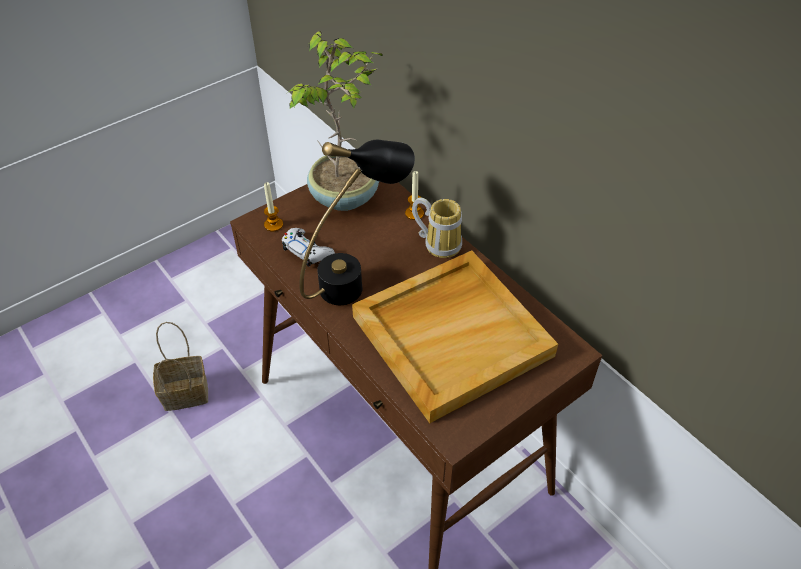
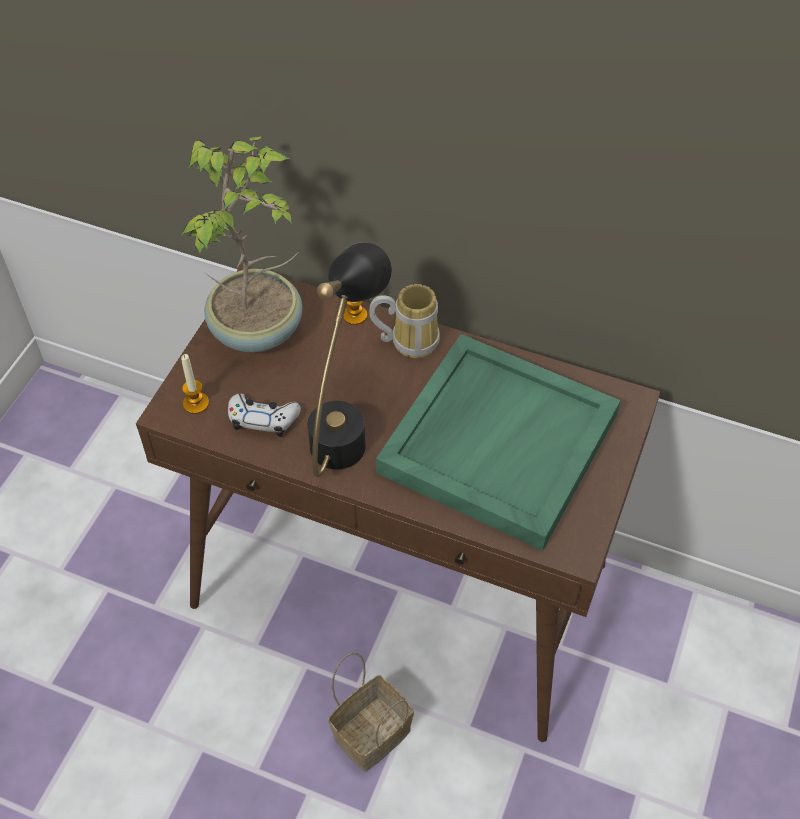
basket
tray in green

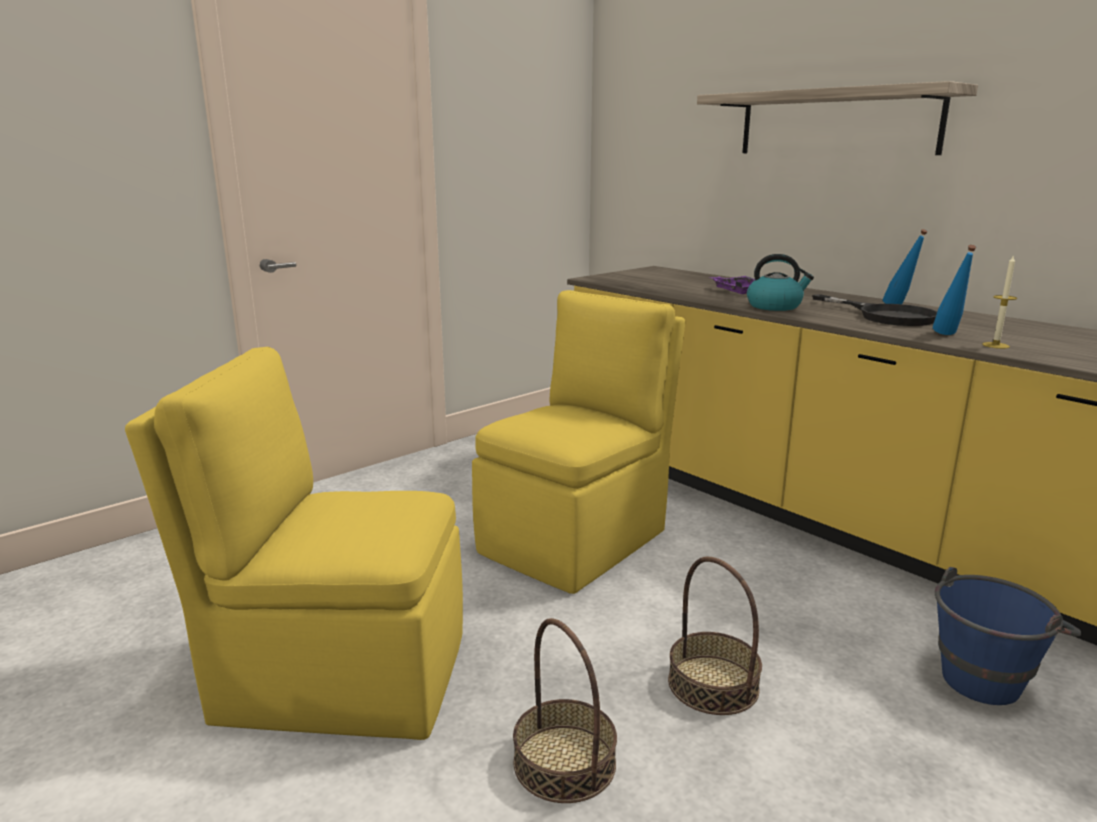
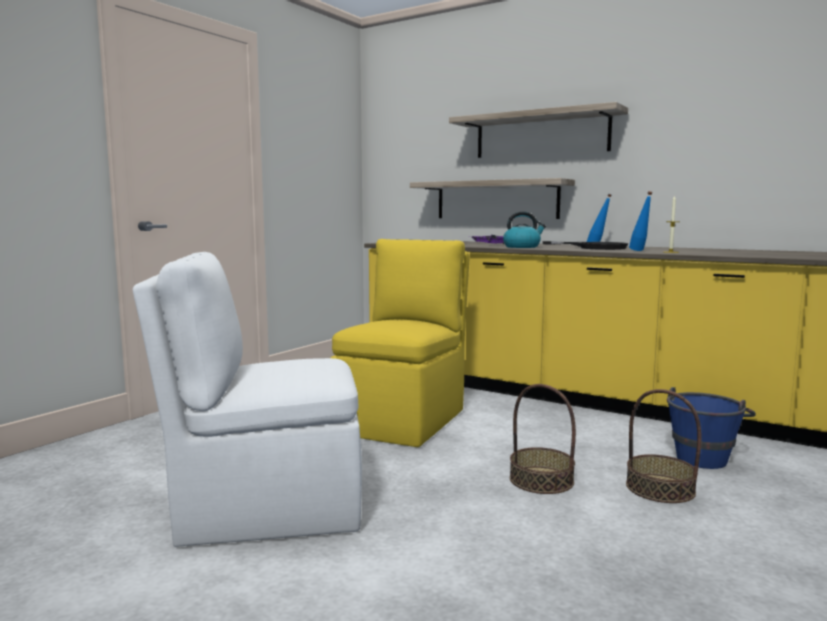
shelf (1st from left)
basket (2nd from left)
chair in white

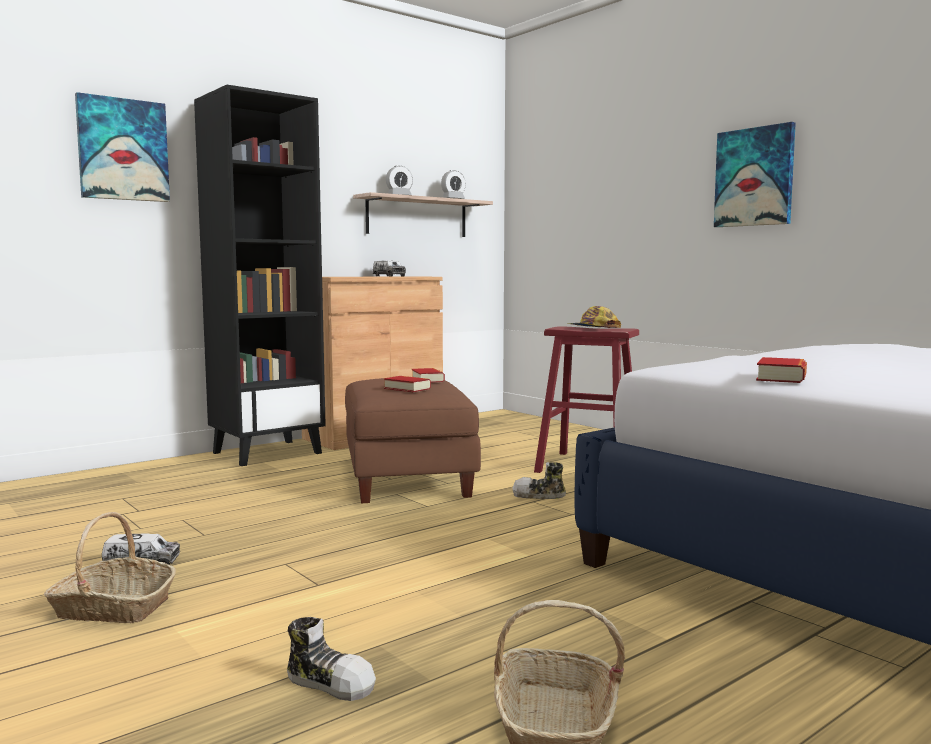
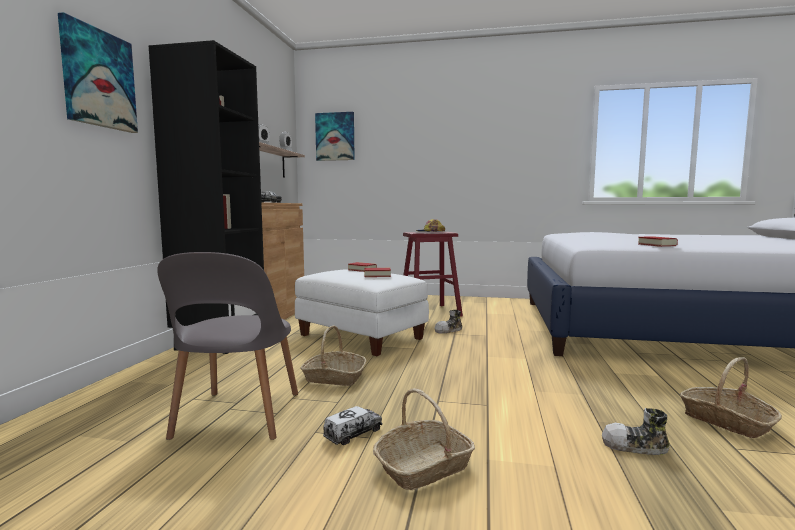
chair in grey
basket (1st from left)
picture (2nd from left)
ottoman in white
shoe (2nd from left)

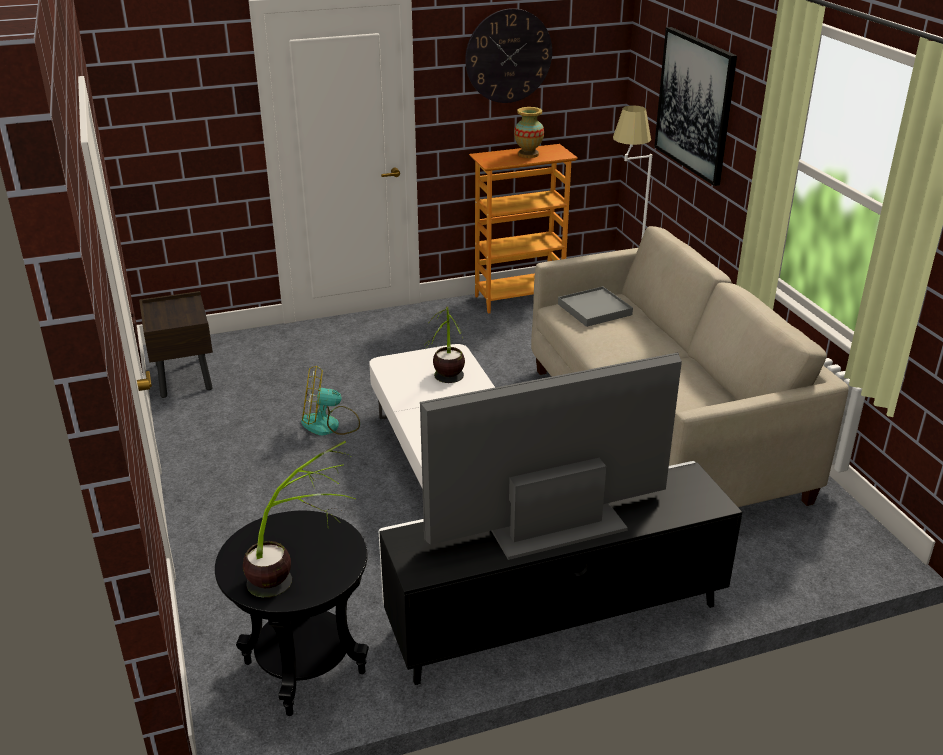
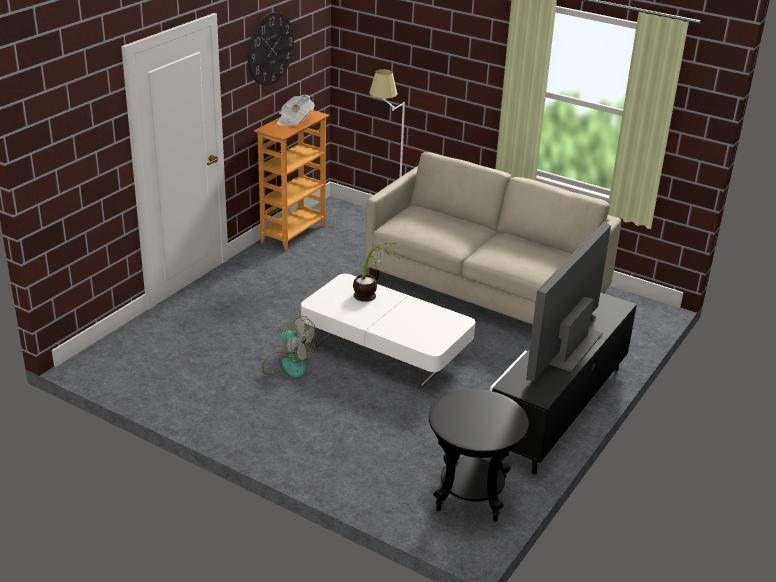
nightstand in brown
potted plant (1st from left in the first image)
tray in grey
picture
newspaper
fan

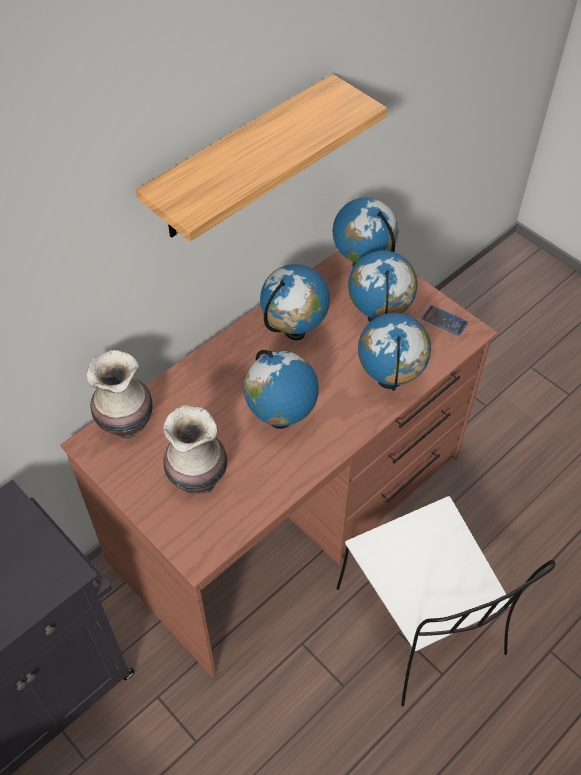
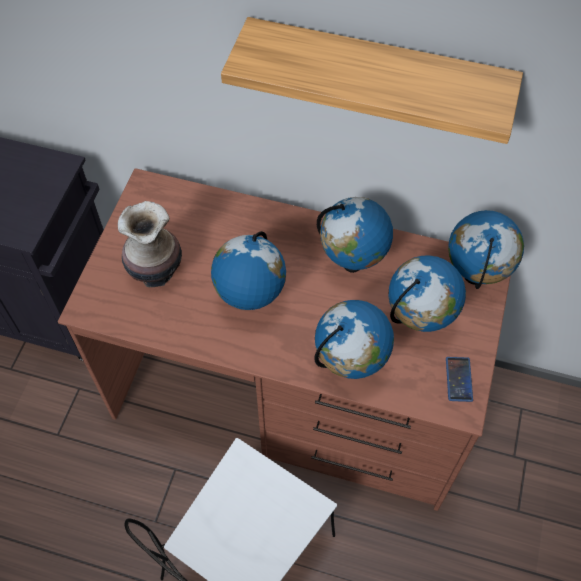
vase (1st from left in the first image)

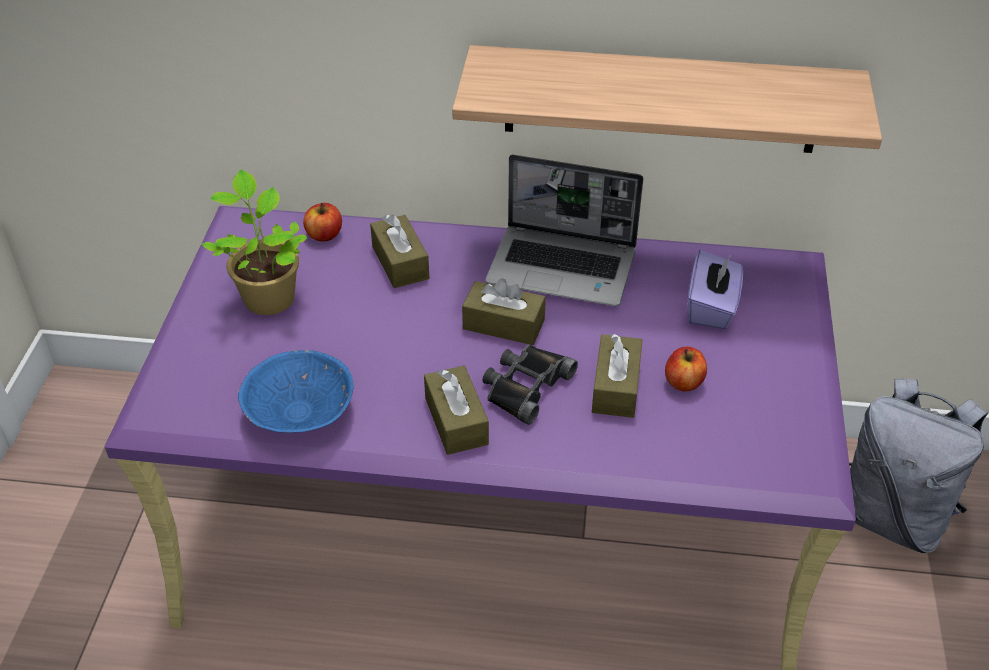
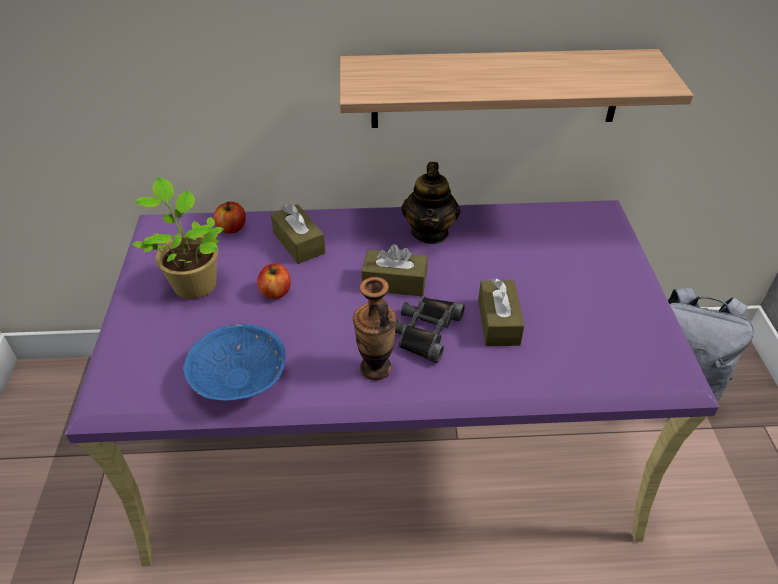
tissue box in purple
apple (2nd from left)
vase
teapot

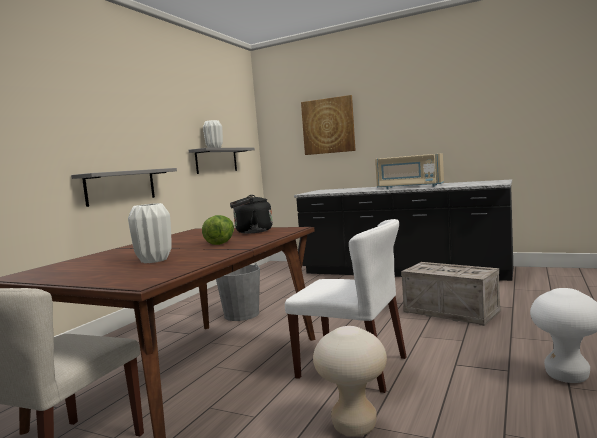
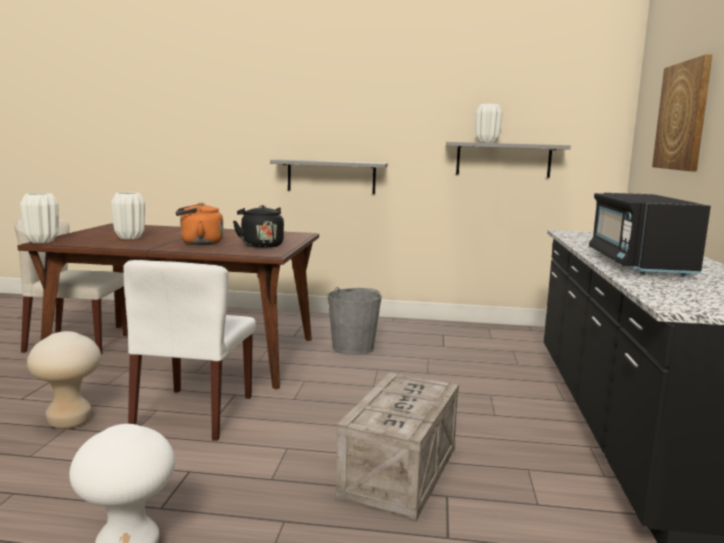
vase in white (1st from left)
kettle in orange
microwave in black

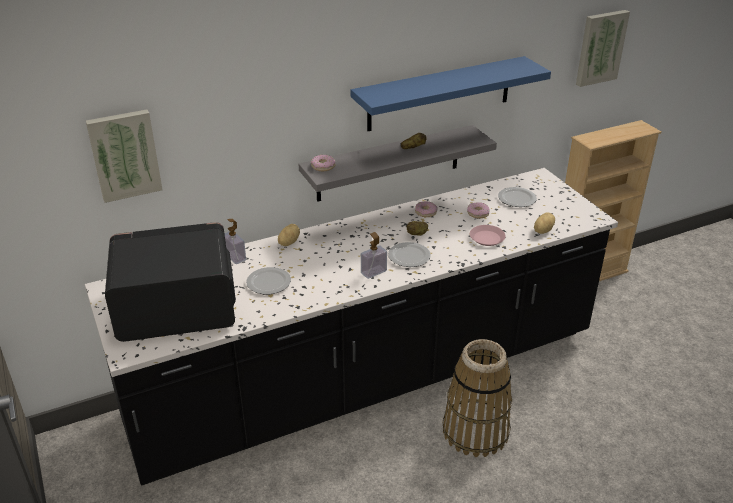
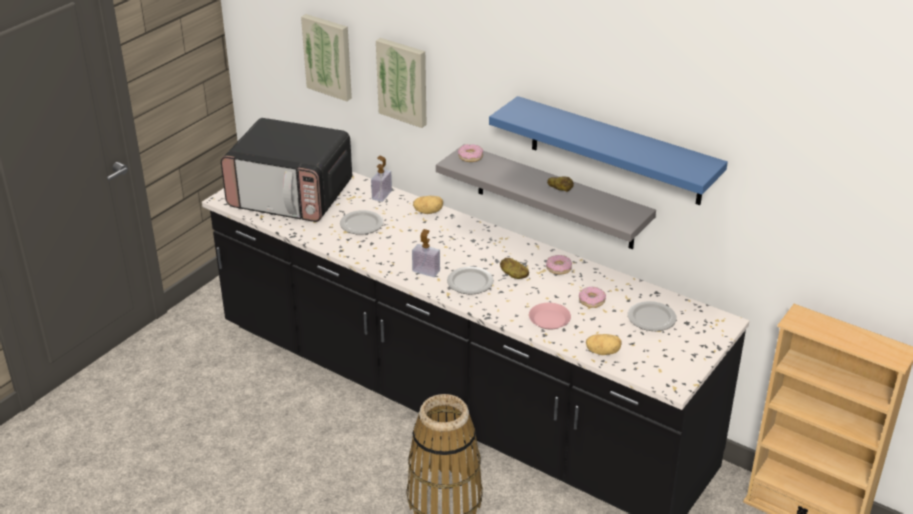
picture (2nd from left)
microwave

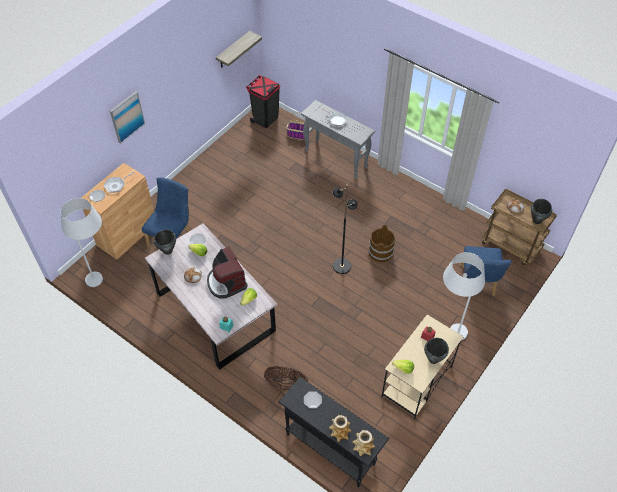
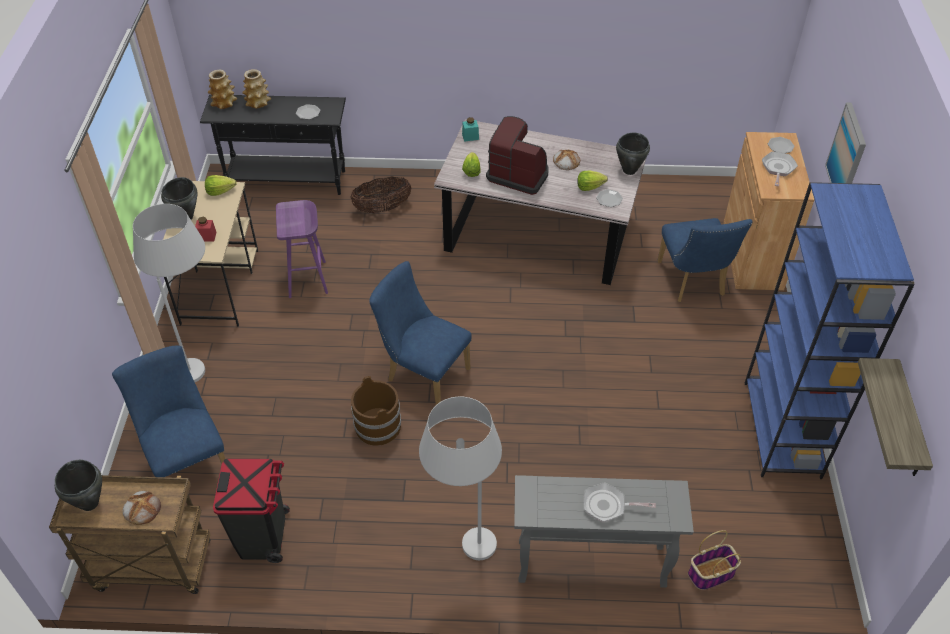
stool in purple
bookcase in blue
floor lamp in white (2nd from left)
trash can in black
chair in blue (2nd from left)

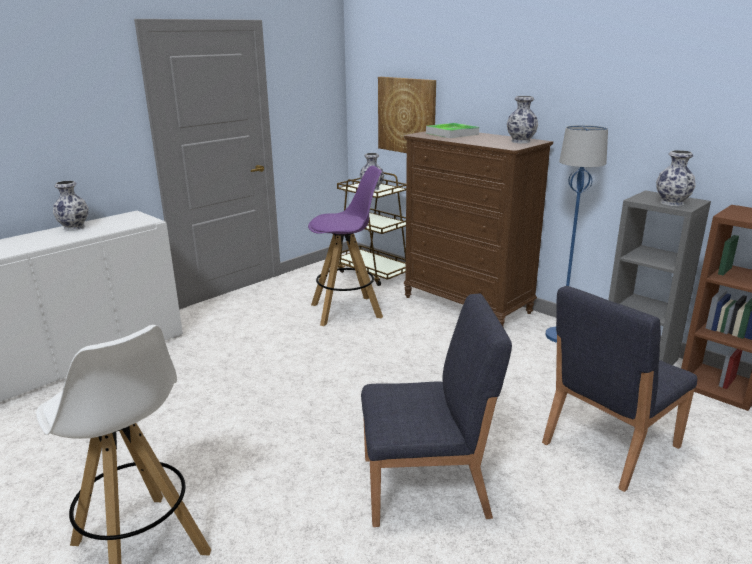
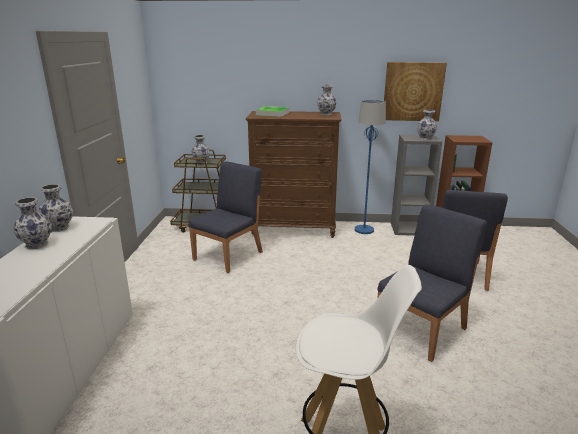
vase (2nd from left)
picture
chair in blue (1st from left)

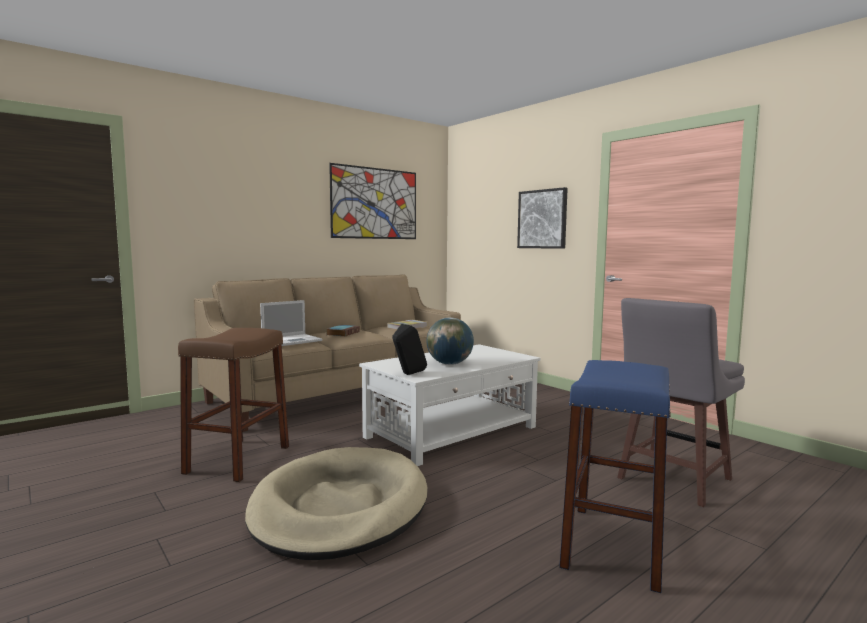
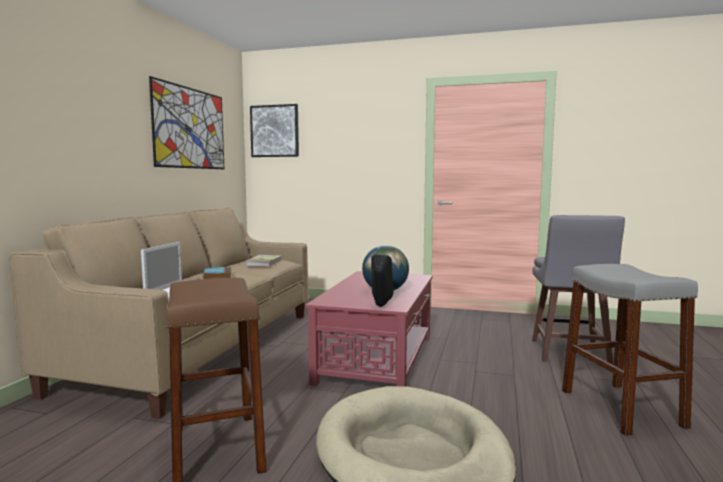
picture (2nd from left)
coffee table in red
stool in grey (2nd from left)

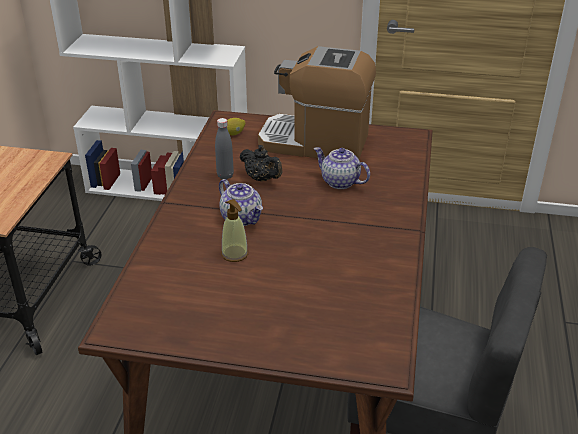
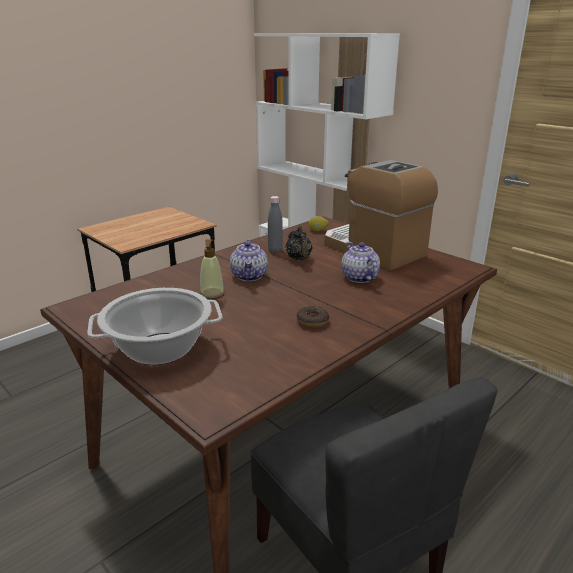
cooking pot
donut

